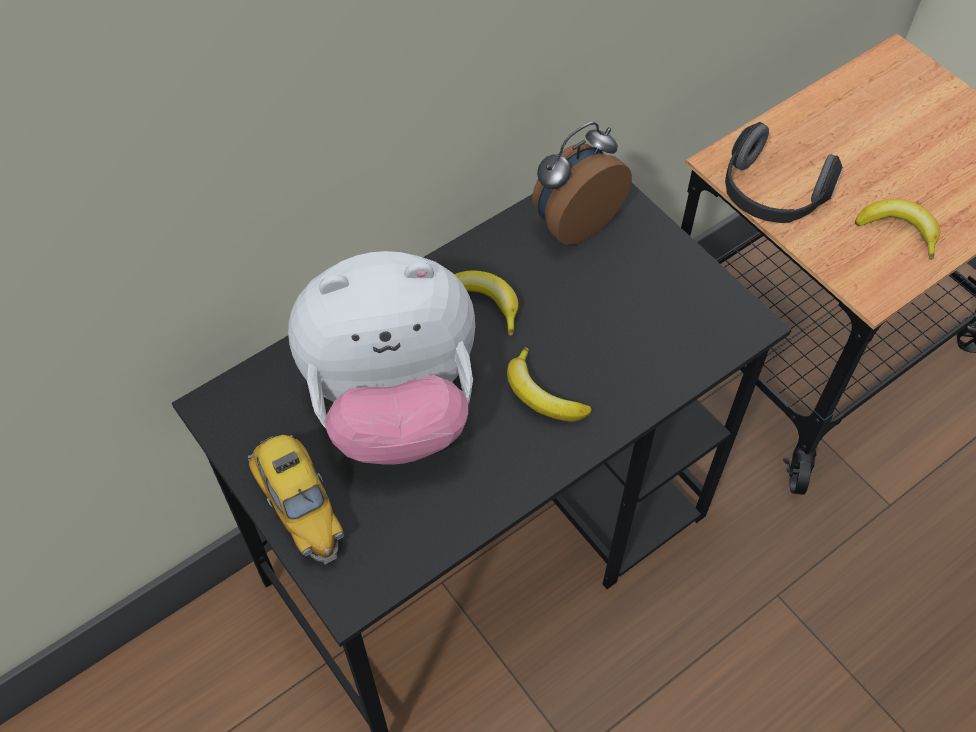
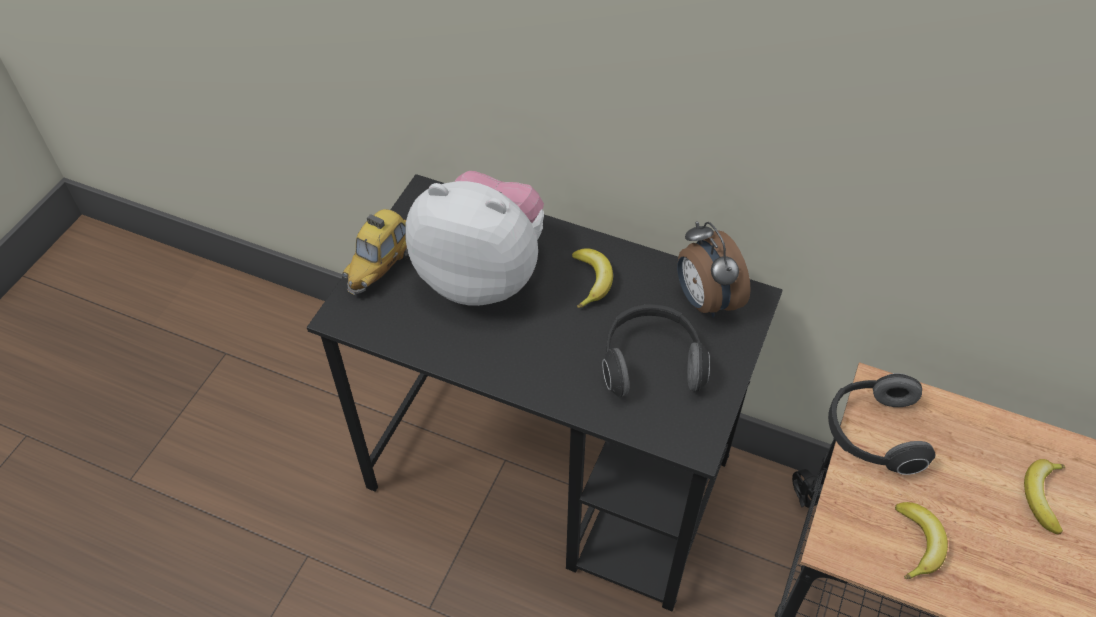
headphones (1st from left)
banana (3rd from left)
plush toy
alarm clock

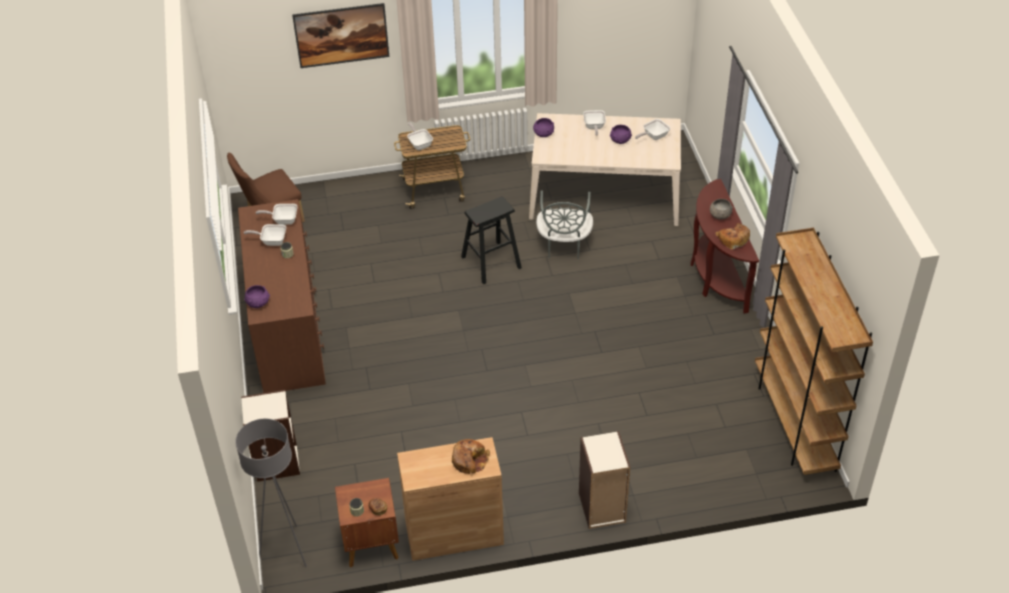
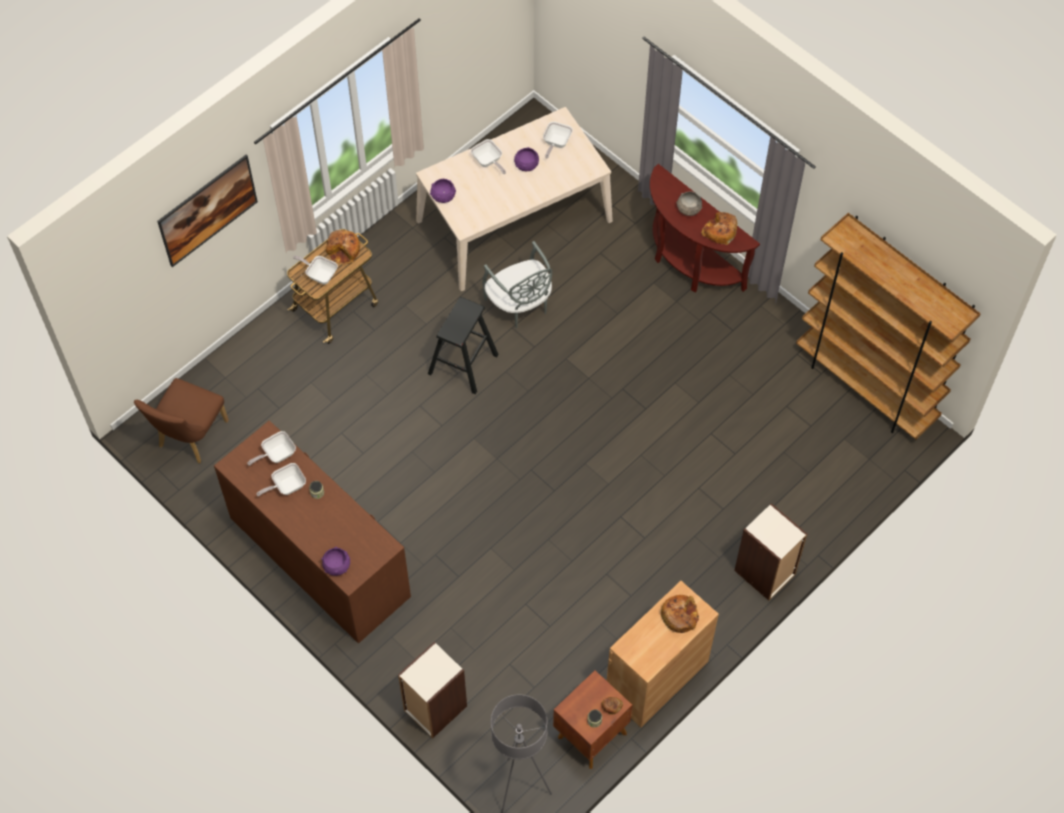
bread (1st from left)

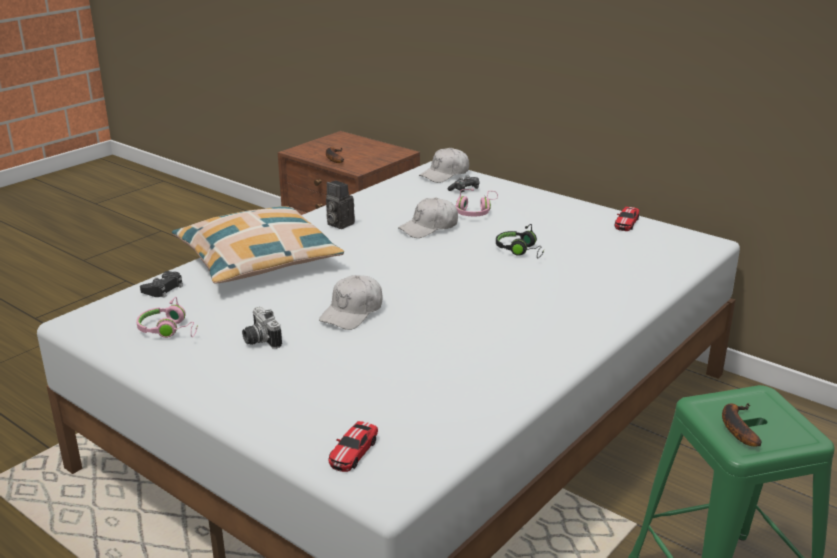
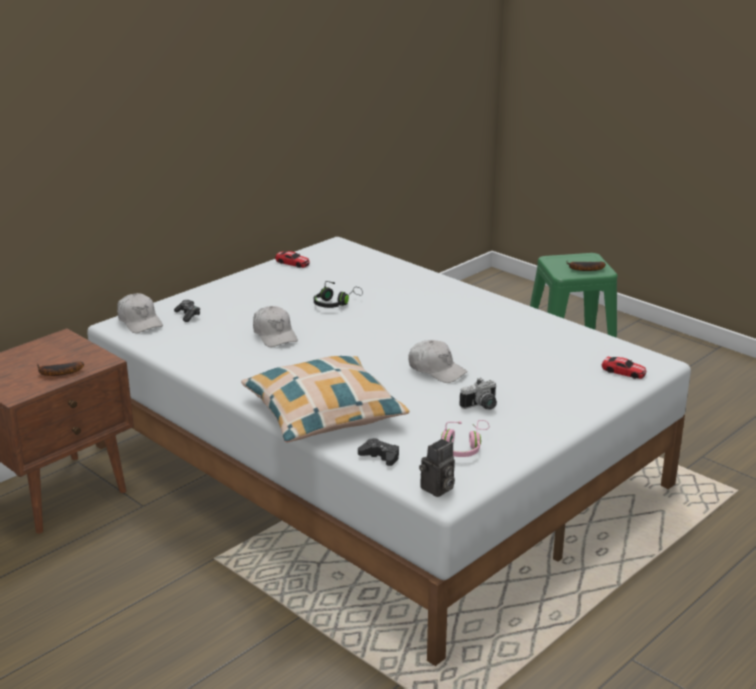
headphones in pink (2nd from left in the first image)
photo camera (1st from left)

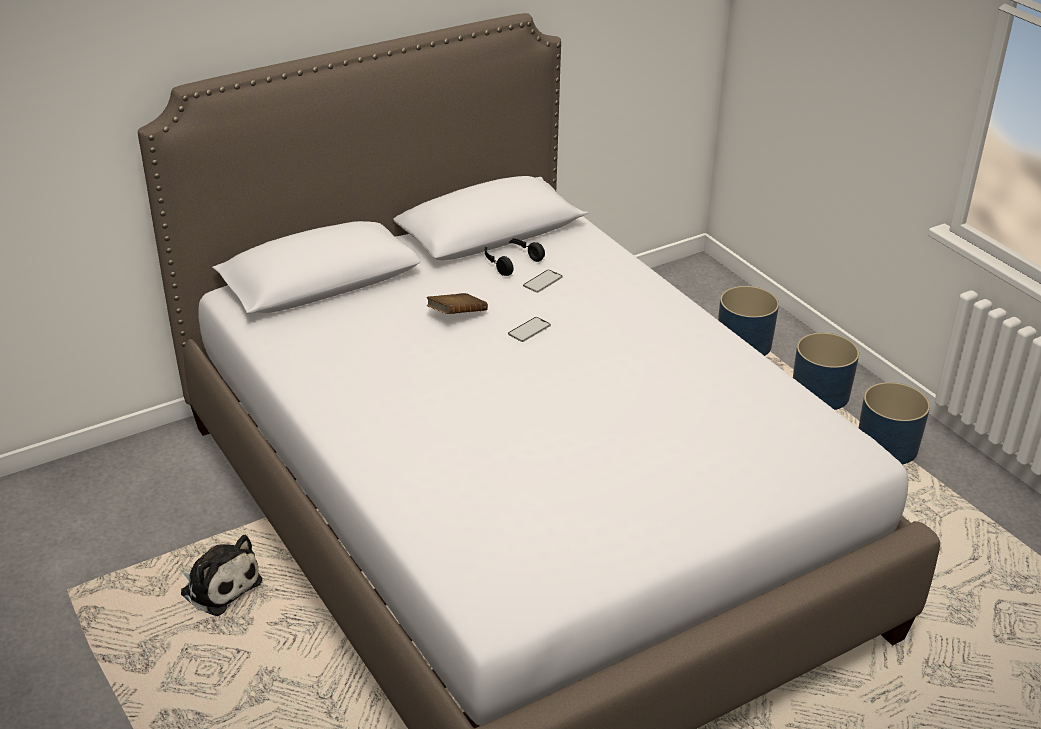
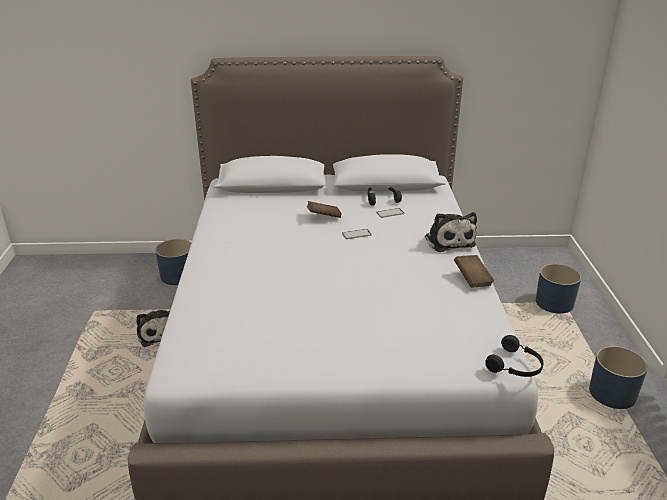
plush toy (2nd from left)
book in brown (2nd from left)
headphones in black (2nd from left)
planter in blue (1st from left)

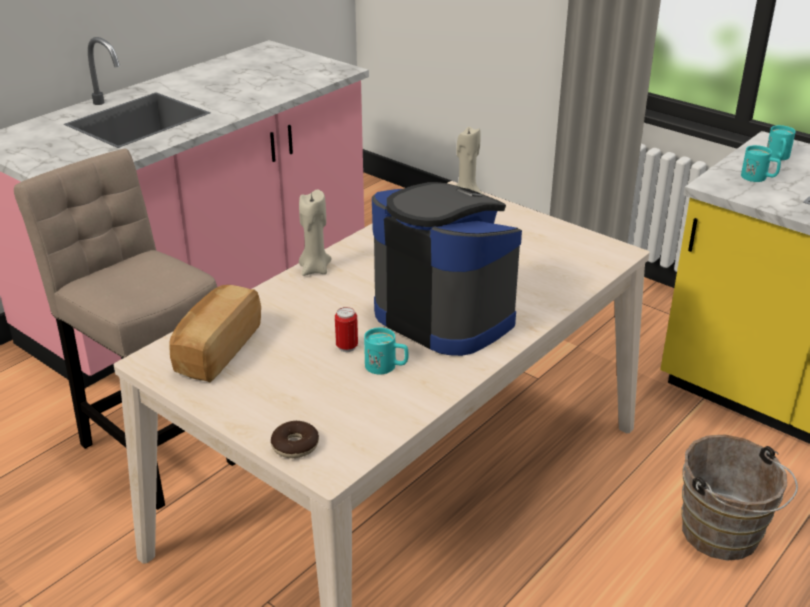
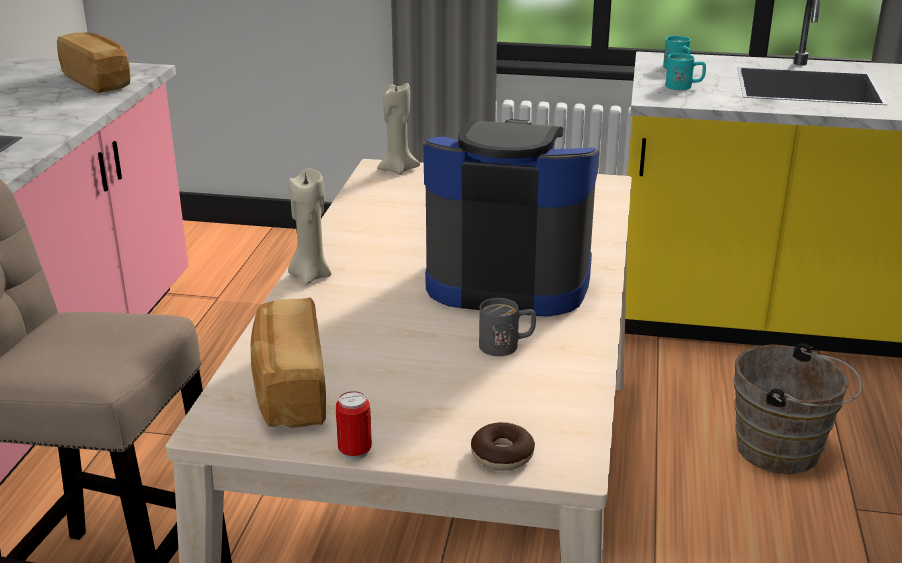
bread (1st from left)
can
mug in grey

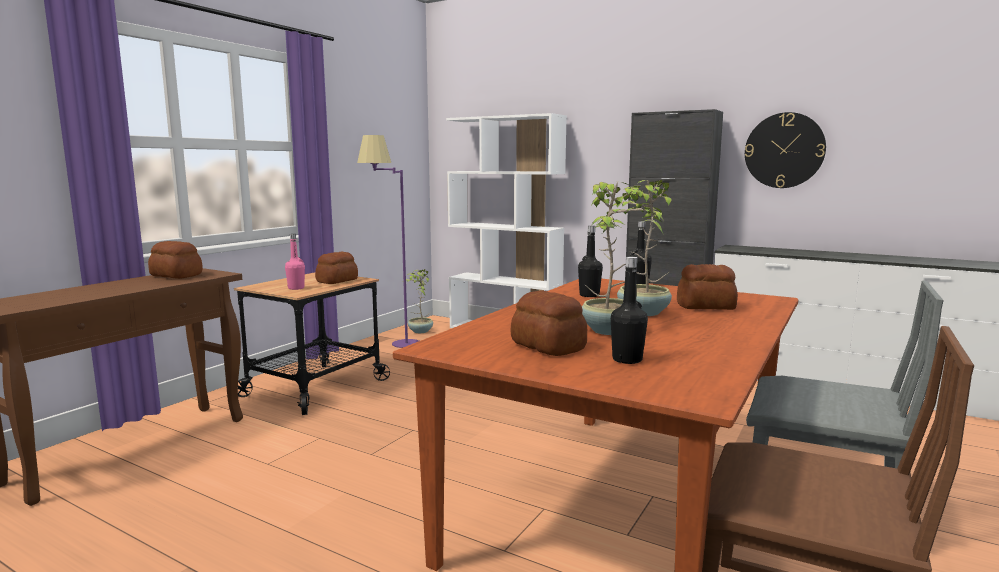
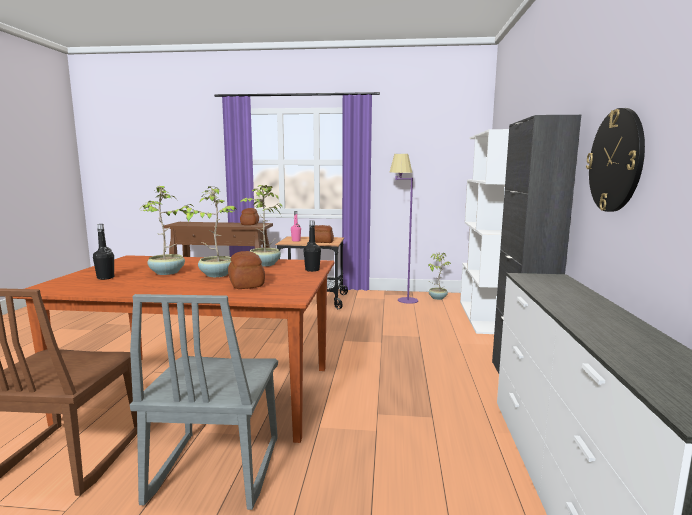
bread (3rd from left in the first image)
potted plant (3rd from left)

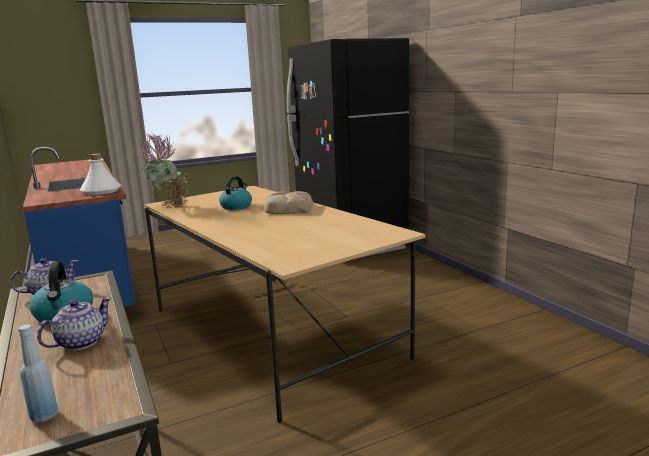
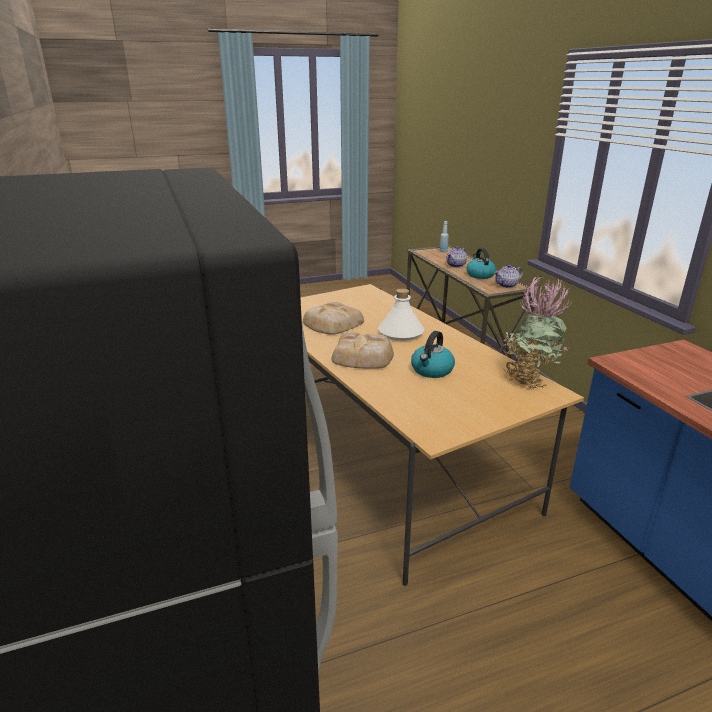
bread (1st from left)
bottle in white

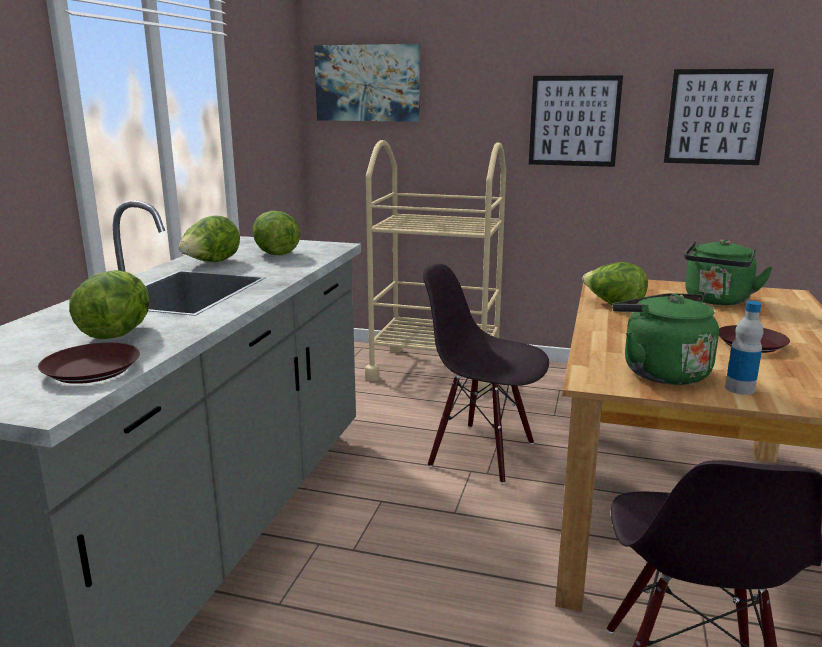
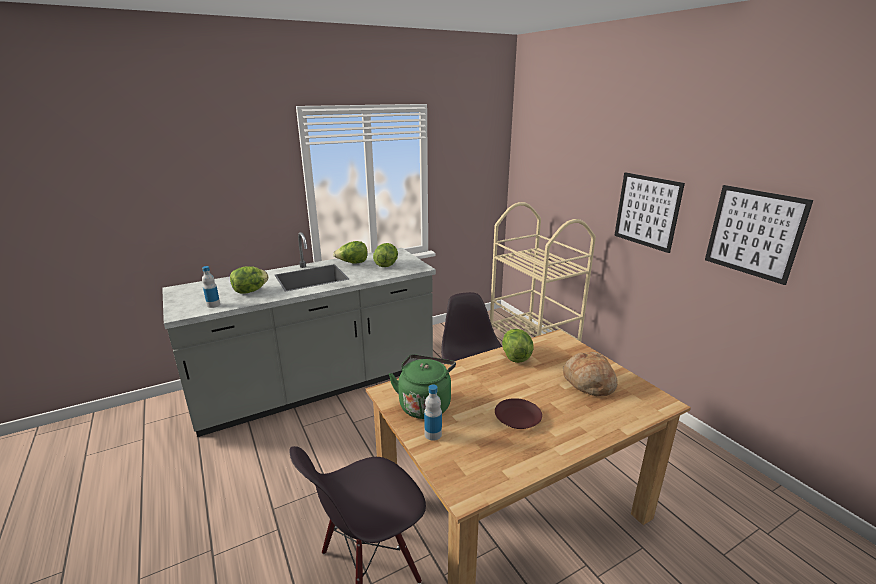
picture (1st from left in the first image)
bottle (1st from left)
bread

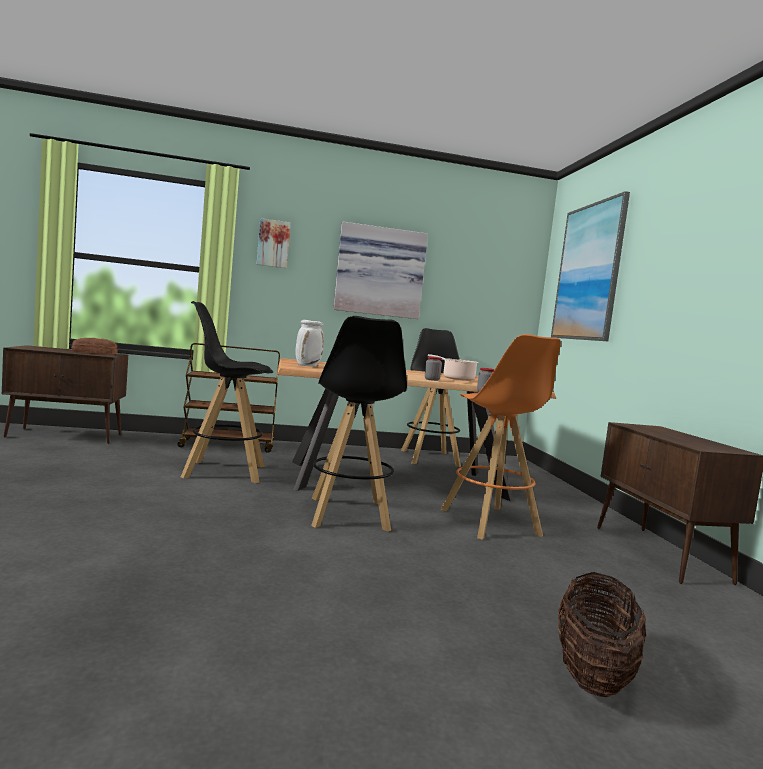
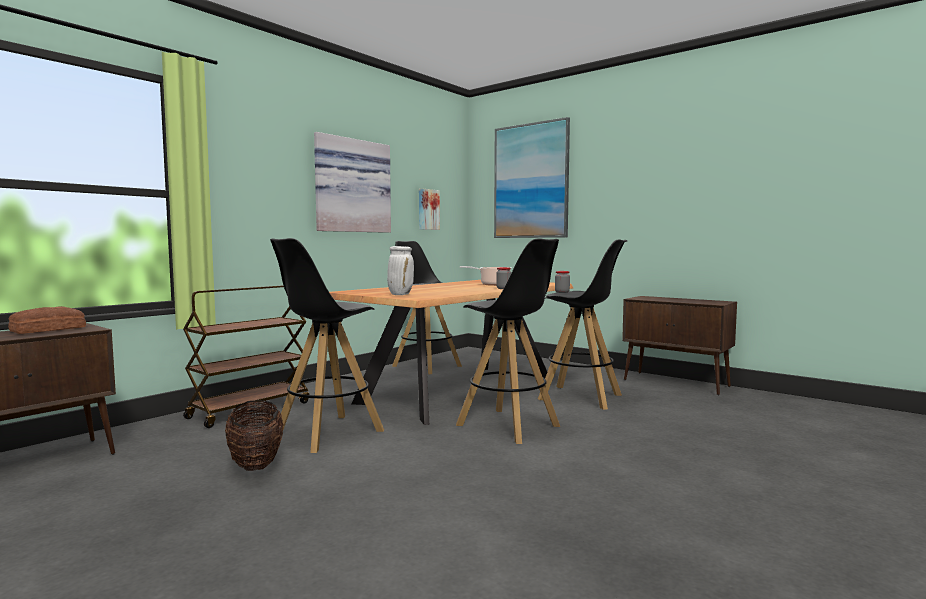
picture (2nd from left)
basket
stool in black (4th from left)

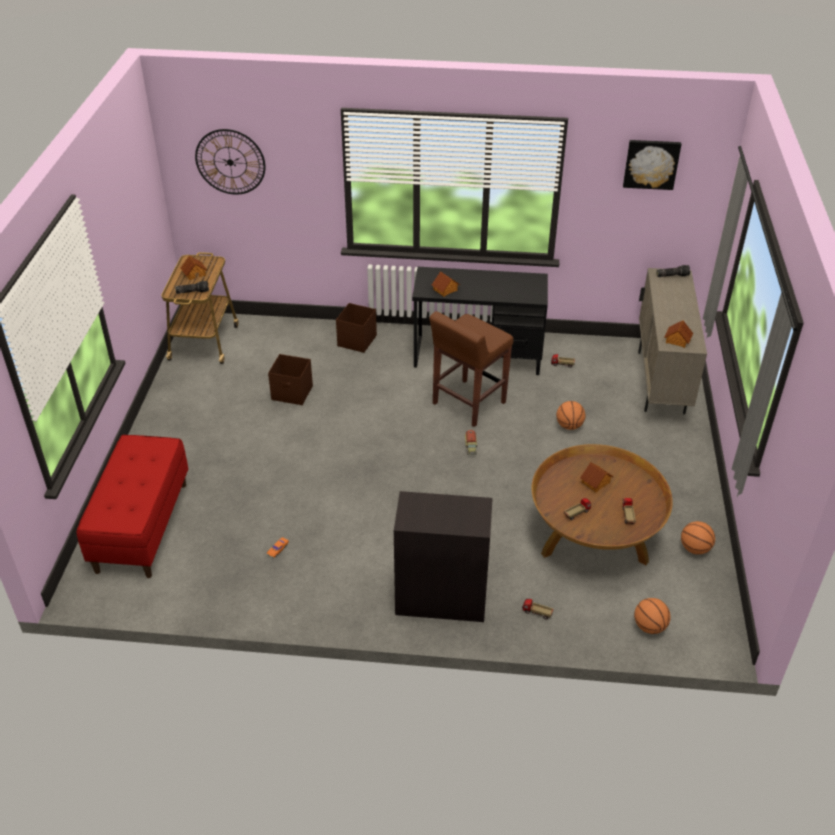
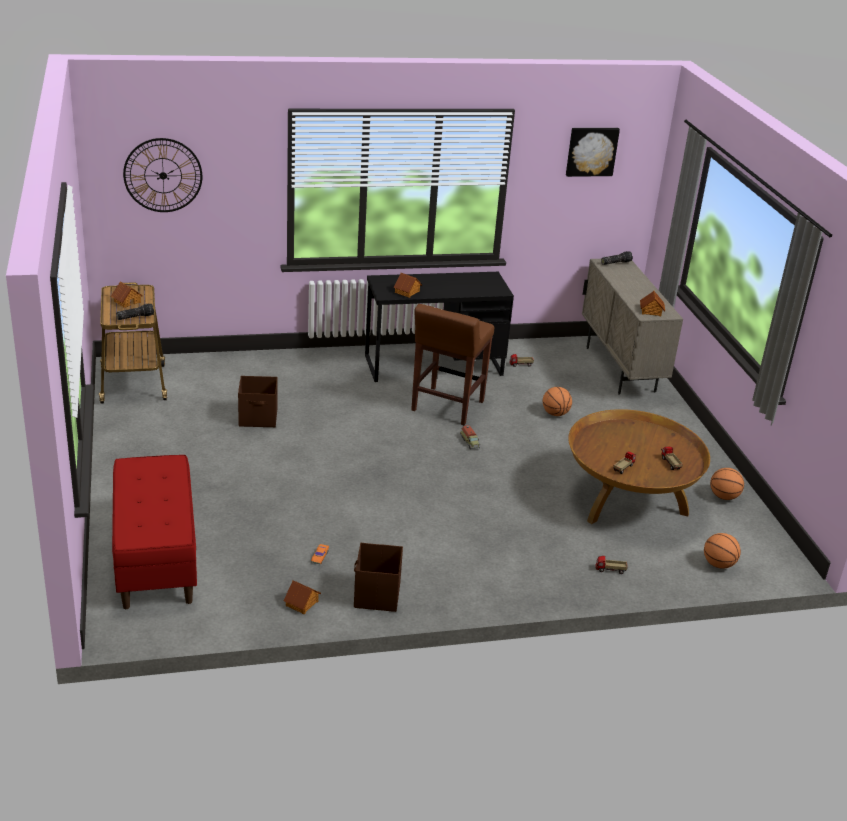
cabinet in black
storage box in brown (2nd from left)
toy house (2nd from left)

